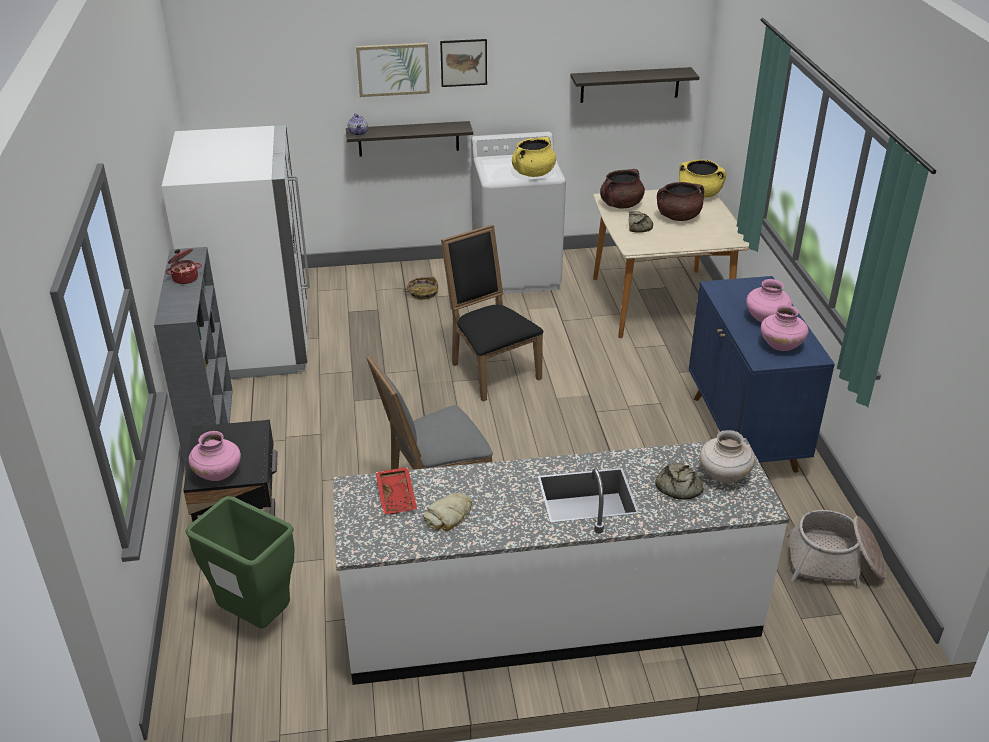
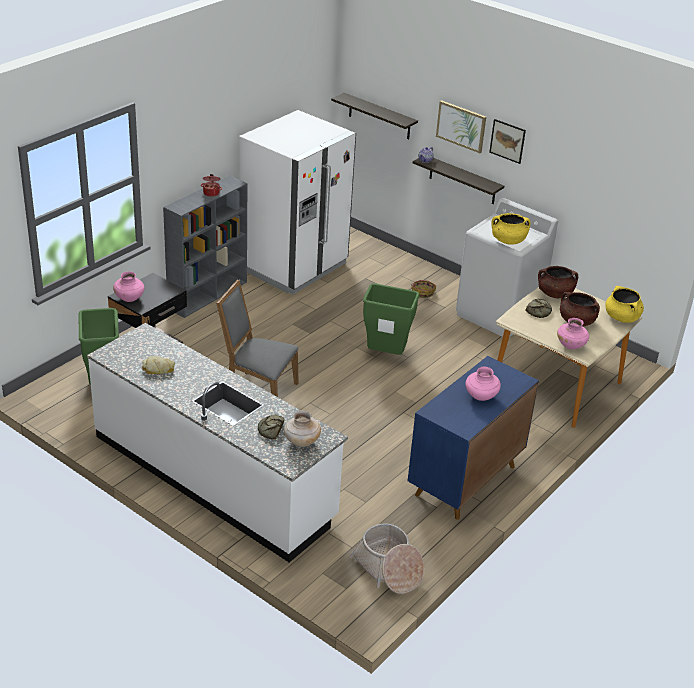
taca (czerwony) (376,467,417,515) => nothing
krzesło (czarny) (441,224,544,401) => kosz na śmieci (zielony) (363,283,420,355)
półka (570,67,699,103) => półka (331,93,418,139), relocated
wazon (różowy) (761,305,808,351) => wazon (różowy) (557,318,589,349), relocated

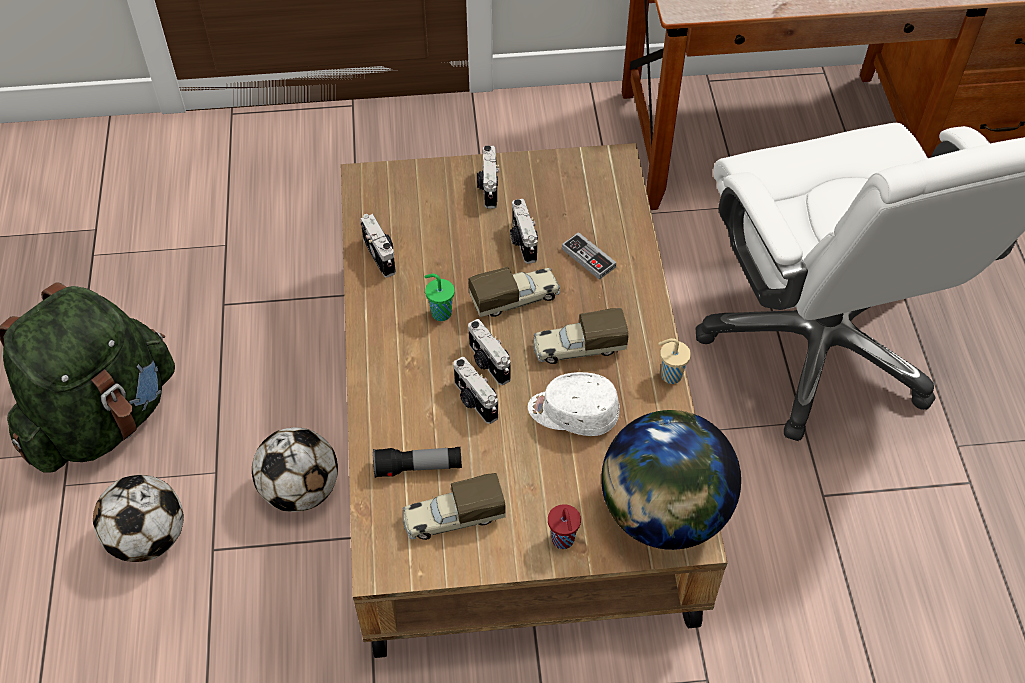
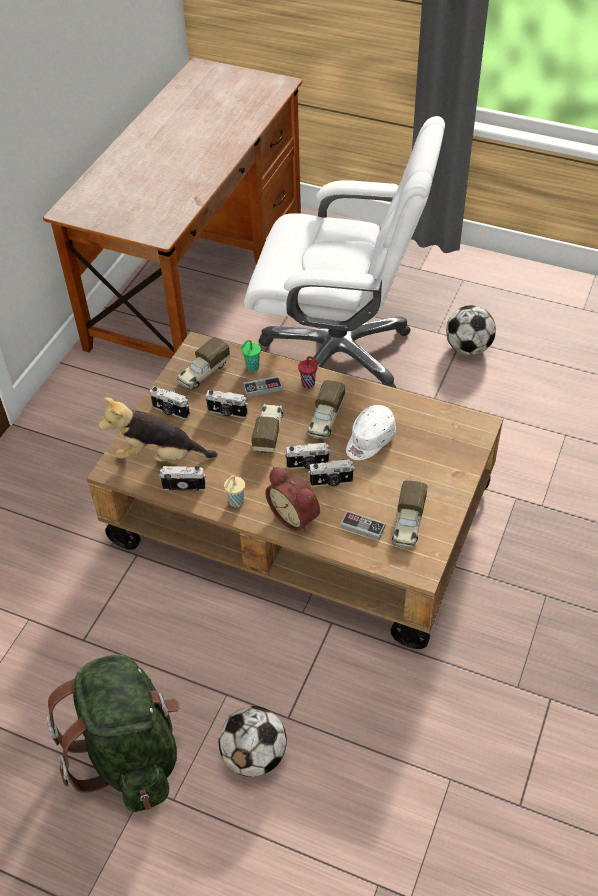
piłka futbolowa (252,427,338,512) => piłka futbolowa (446,305,496,355), relocated
latarka (373,447,462,478) => pad do gier (340,511,385,540)
filiżanka (zielony) (424,274,455,321) => filiżanka (zielony) (241,340,261,372), relocated
filiżanka (czerwony) (548,504,581,549) => filiżanka (czerwony) (298,356,319,389), relocated
globus (601,410,741,550) => nothing
filiżanka (beżowy) (658,338,691,384) => filiżanka (beżowy) (224,475,245,507), relocated
nothing => pluszak (98,397,217,462)
nothing => ciężarówka zabawkowa (177,337,230,389)
nothing => budzik (265,467,320,532)

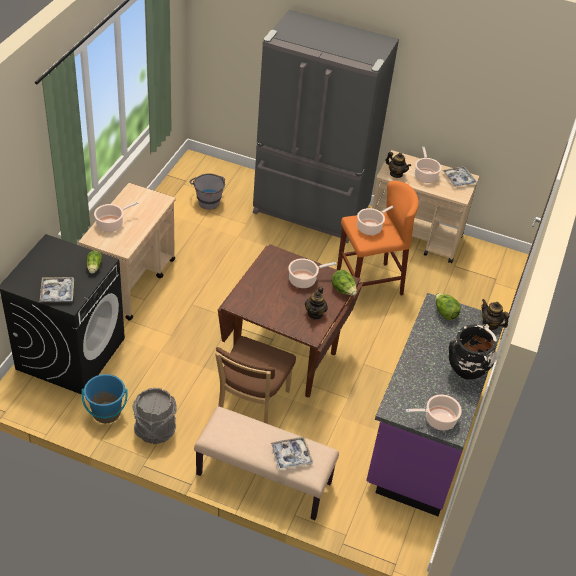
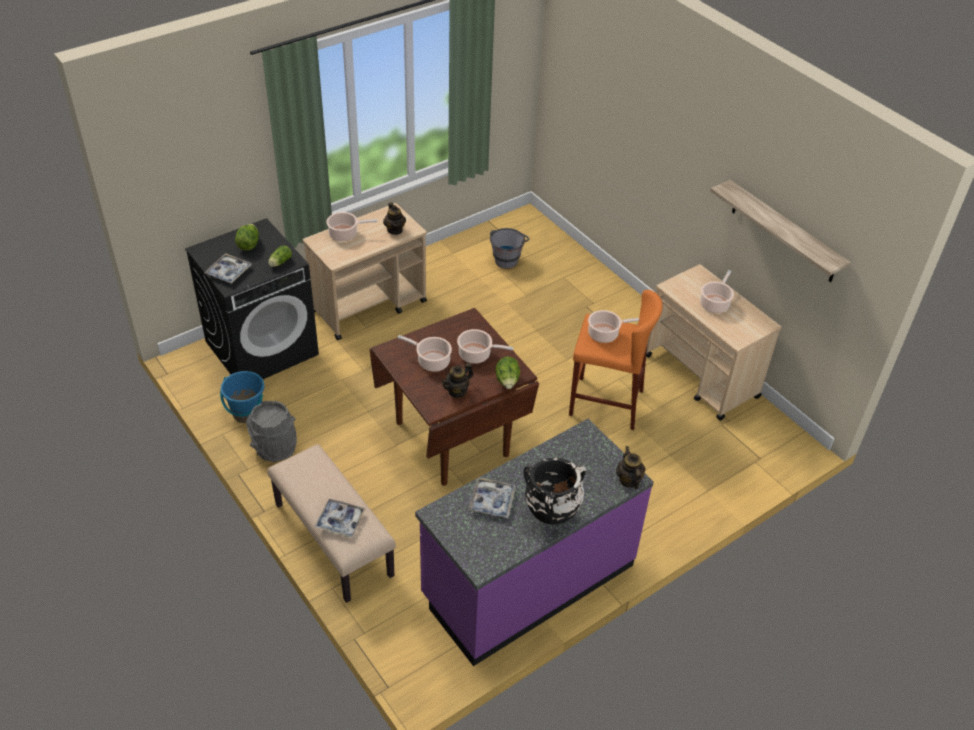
krzesło (brązowy) (215,336,296,424) => nothing
lodówka (szary) (253,10,399,243) => nothing
imbryk (385,152,411,178) => imbryk (383,202,406,235), relocated
garnek (406,395,462,431) => garnek (398,335,452,372), relocated
sałata (436,293,461,320) => sałata (235,224,259,251), relocated
taca (442,166,478,187) => taca (469,477,516,518), relocated
nothing => półka (710,180,851,282)

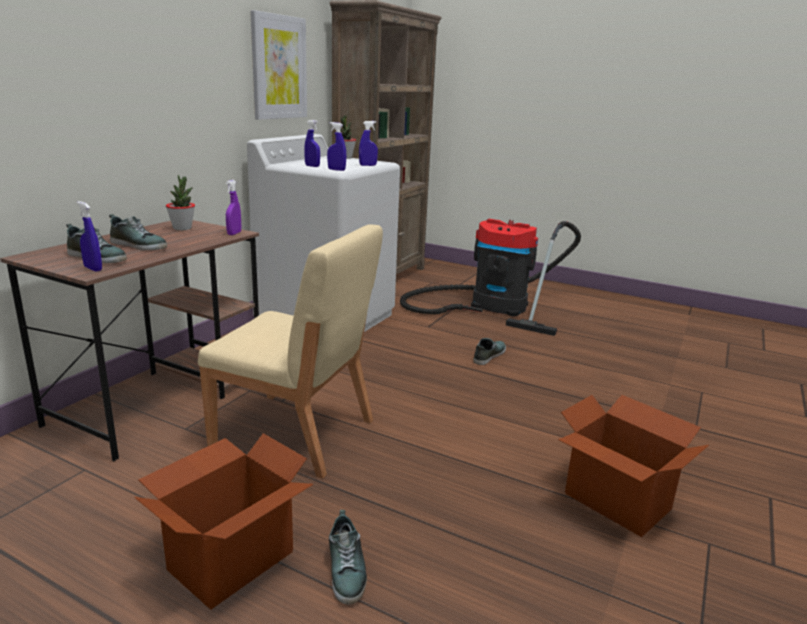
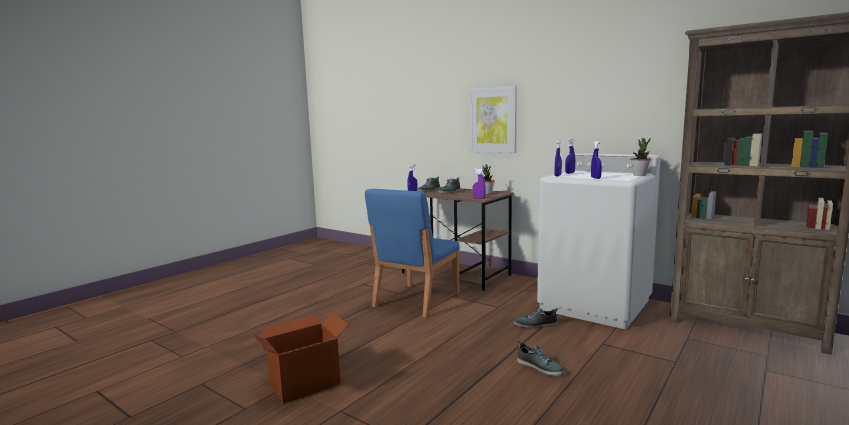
karton (134,433,313,609) => nothing
krzesło (beżowy) (198,224,383,479) => krzesło (niebieski) (365,189,460,318)
obraz (250,10,307,120) => obraz (469,86,517,153), relocated
but (329,510,367,604) => but (514,308,558,329), relocated
odkurzacz (400,219,581,336) => nothing

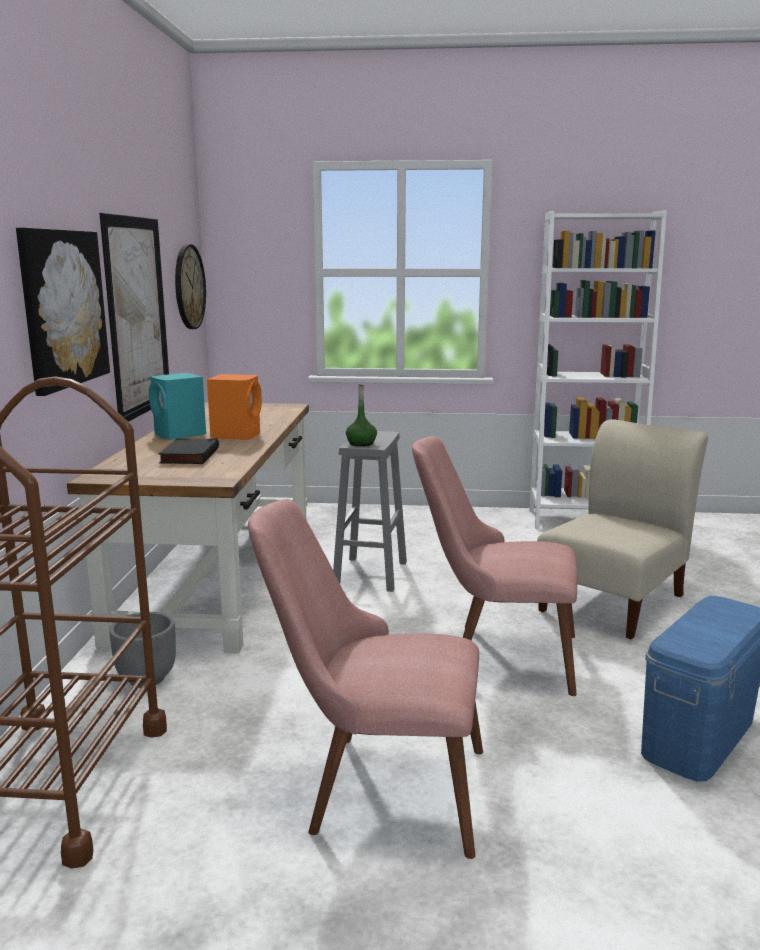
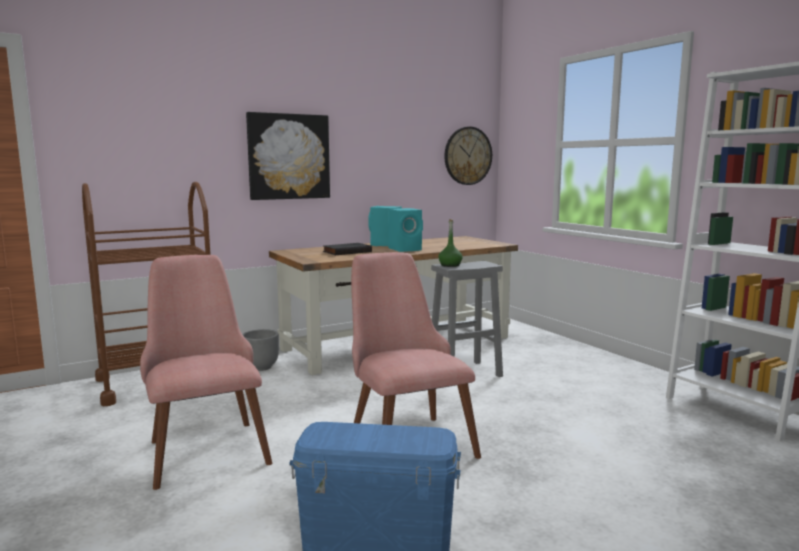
obraz (99,213,169,422) => nothing
głośnik (pomarańczowy) (207,374,262,440) => głośnik (turkusowy) (388,208,423,252)
krzesło (beżowy) (537,419,708,639) => nothing

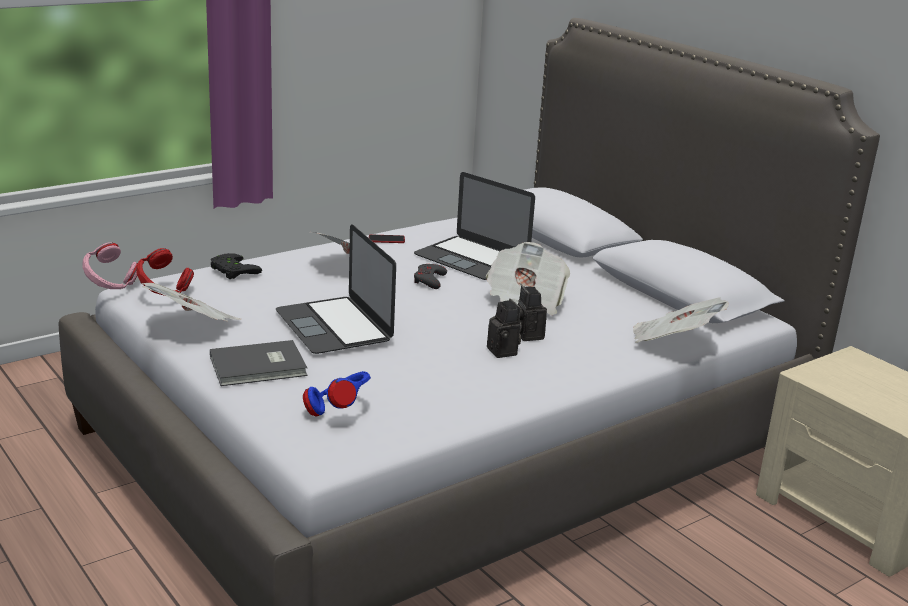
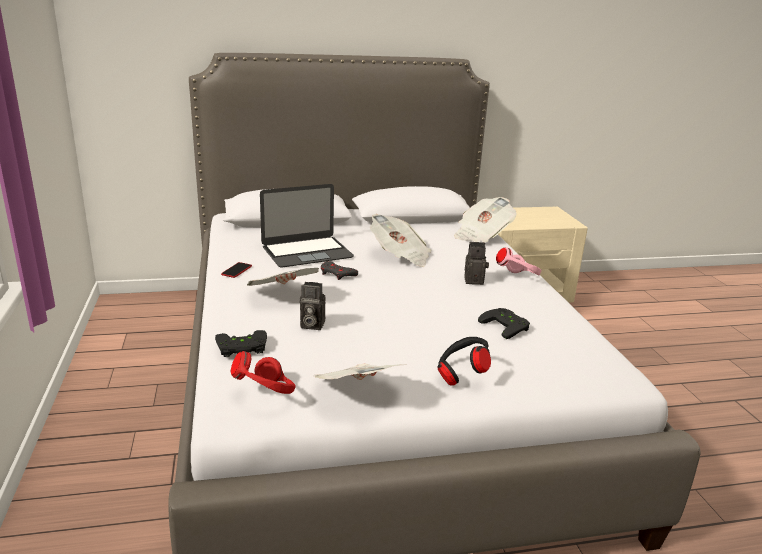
słuchawki (różowy) (82,242,138,289) => słuchawki (różowy) (496,247,542,275), relocated
książka (szary) (210,340,307,386) => słuchawki (czarny) (437,337,491,385)
laptop (276,224,396,354) => nothing
słuchawki (niebieski) (303,371,371,417) => nothing
aparat fotograficzny (518,285,547,341) => aparat fotograficzny (300,282,325,330), relocated
nothing => pad do gier (czarny) (478,308,530,339)

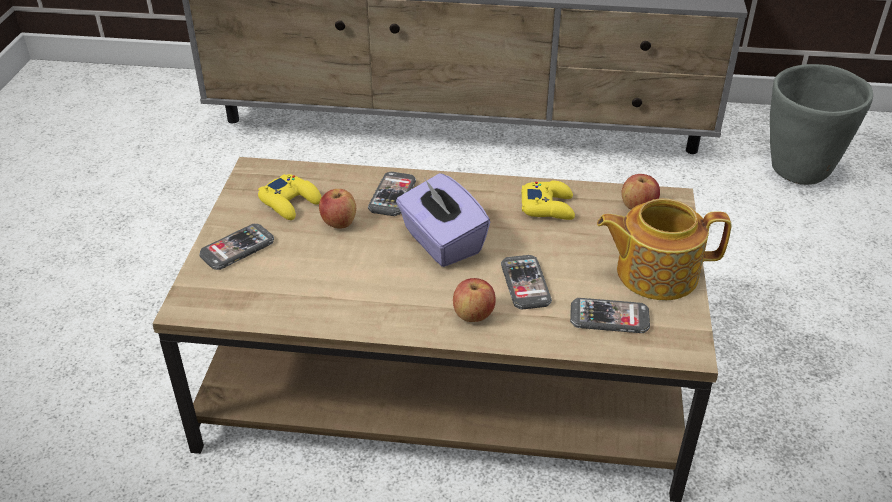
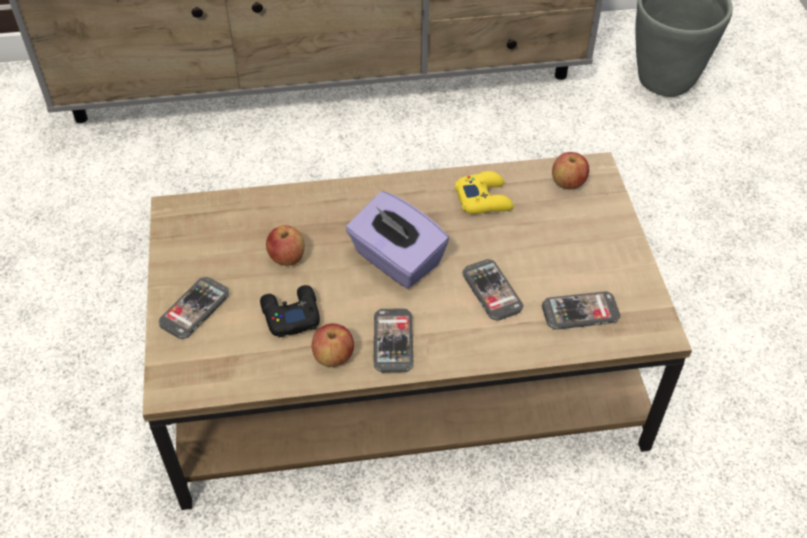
pad do gier (żółty) (258,174,322,220) => nothing
telefon (368,172,416,216) => telefon (373,309,414,373), relocated
jabłko (453,278,496,322) => jabłko (312,324,354,367), relocated
imbryk (597,198,731,301) => nothing
nothing => pad do gier (czarny) (260,285,320,338)

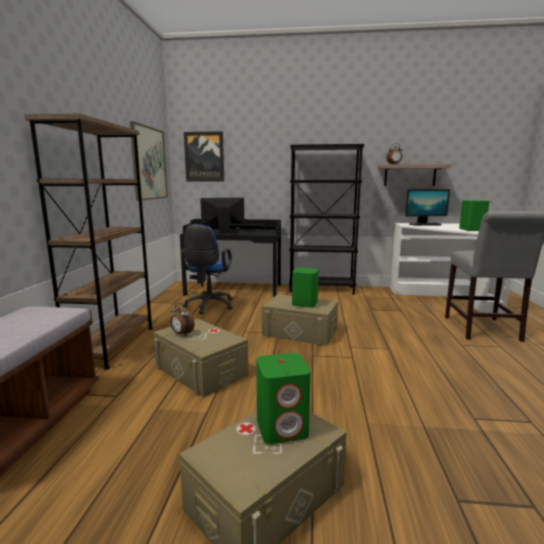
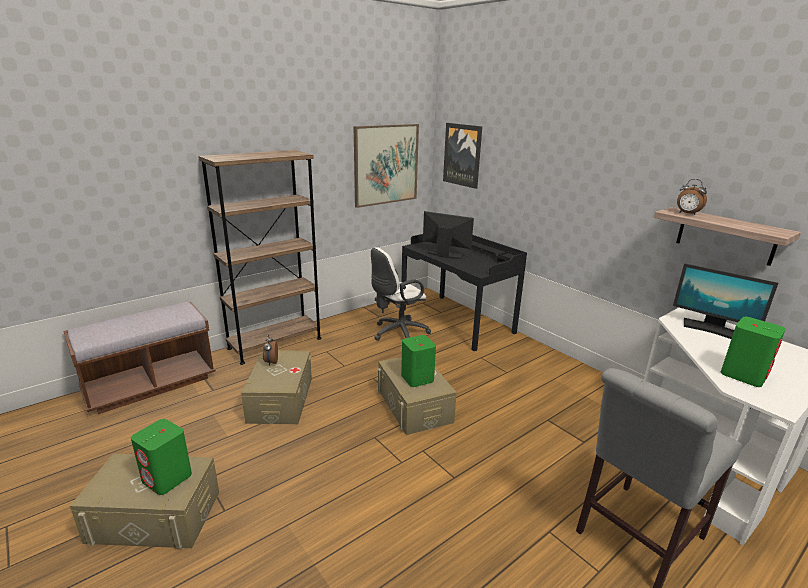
krzesło biurowe (niebieski) (181,224,233,314) => krzesło biurowe (biały) (371,247,431,341)
regał (czarny) (289,144,364,294) => nothing

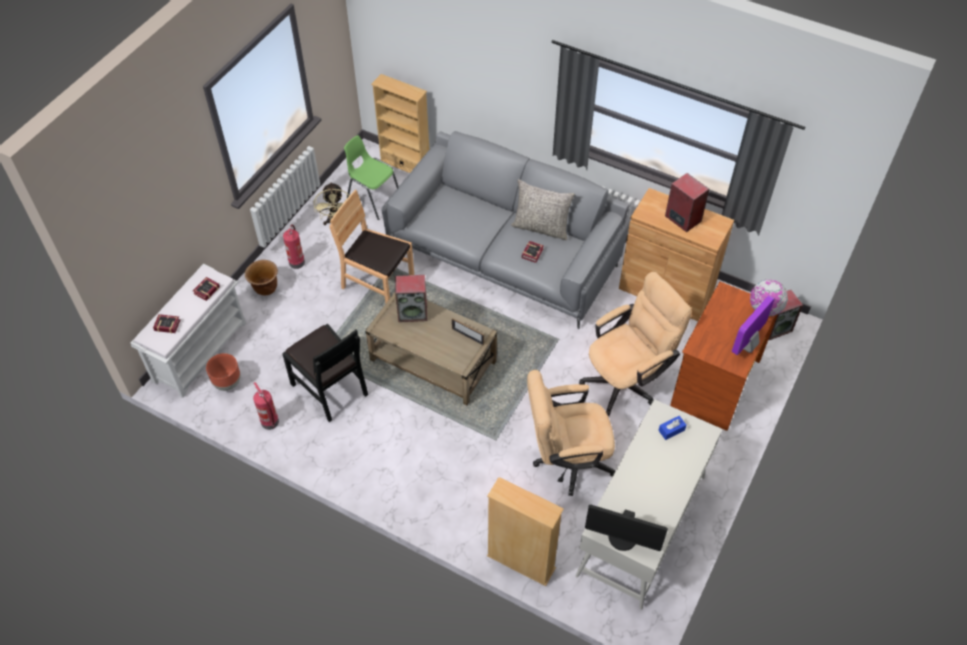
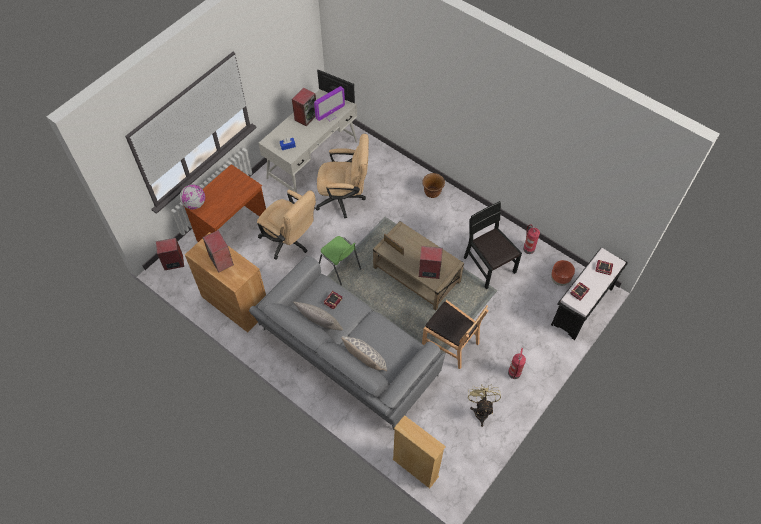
ławka (biały) (131,264,246,398) => ławka (czarny) (551,248,628,340)
donica (brązowy) (245,260,278,296) => donica (brązowy) (422,173,445,198), relocated
krzesło (zielony) (344,135,399,220) => krzesło (zielony) (319,236,361,286), relocated
regał (beżowy) (487,477,564,586) => nothing
krzesło biurowe (beżowy) (579,272,692,416) => krzesło biurowe (beżowy) (257,190,316,260), 120 degrees counterclockwise
monitor (732,295,775,355) => monitor (314,86,345,121), relocated
nothing => głośnik (292,87,316,126)
nothing => poduszka (341,336,387,372)

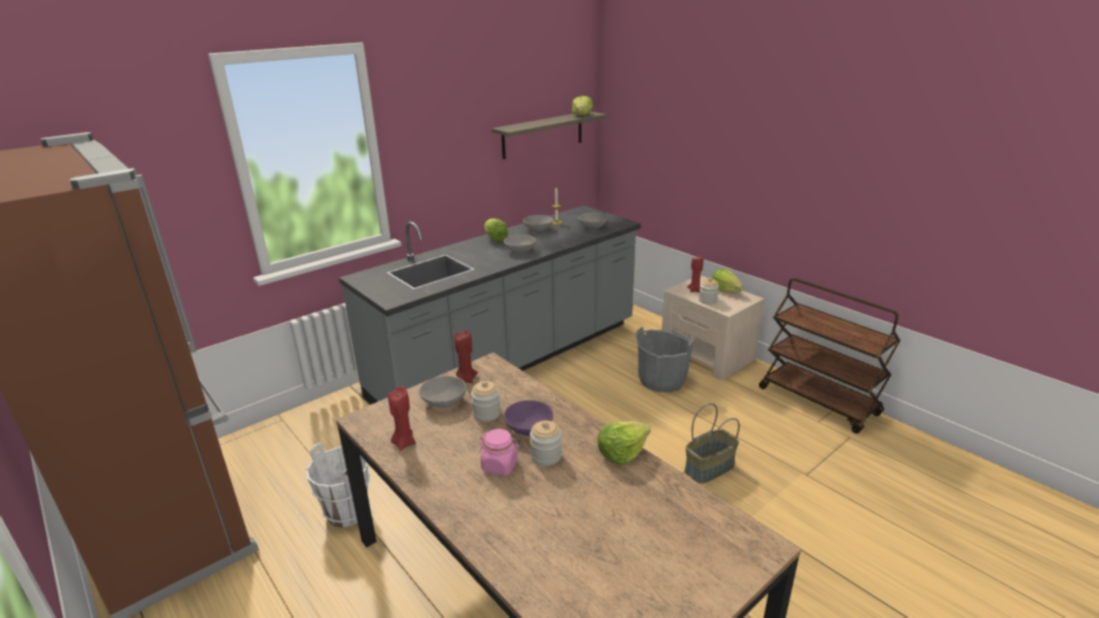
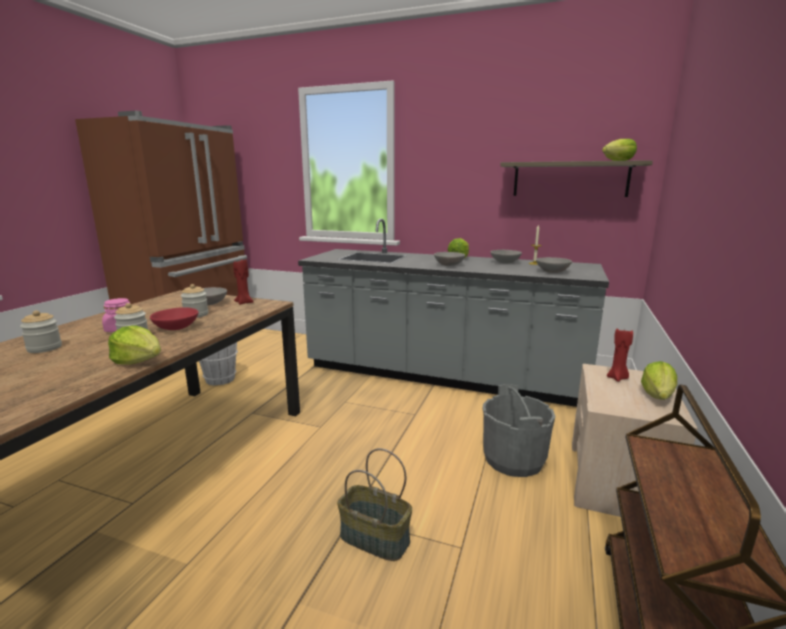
świeca (czerwony) (388,386,416,451) => nothing
miska (fioletowy) (504,400,553,436) => miska (czerwony) (150,307,199,330)
słoik (699,278,719,304) => słoik (20,310,62,353), relocated

